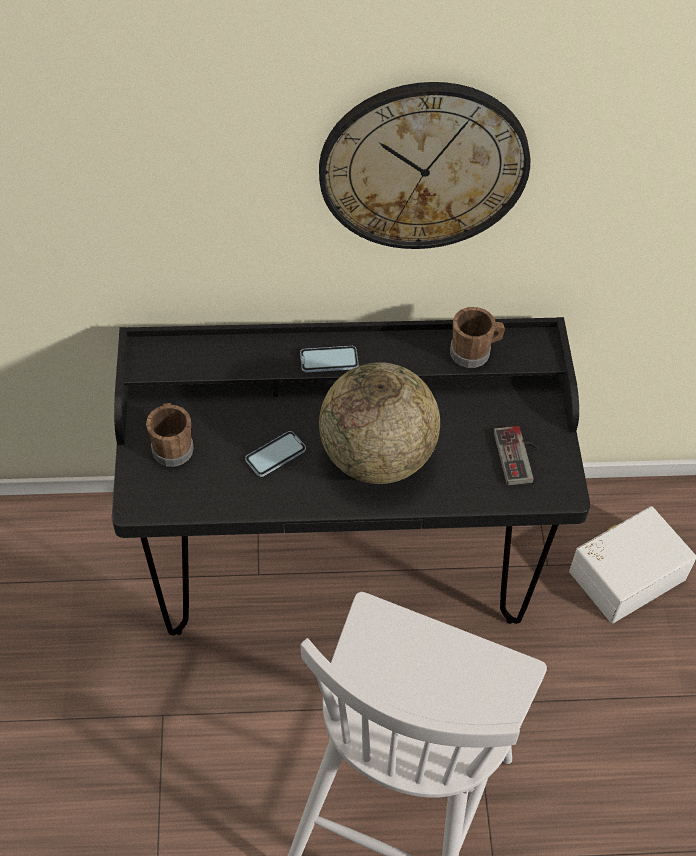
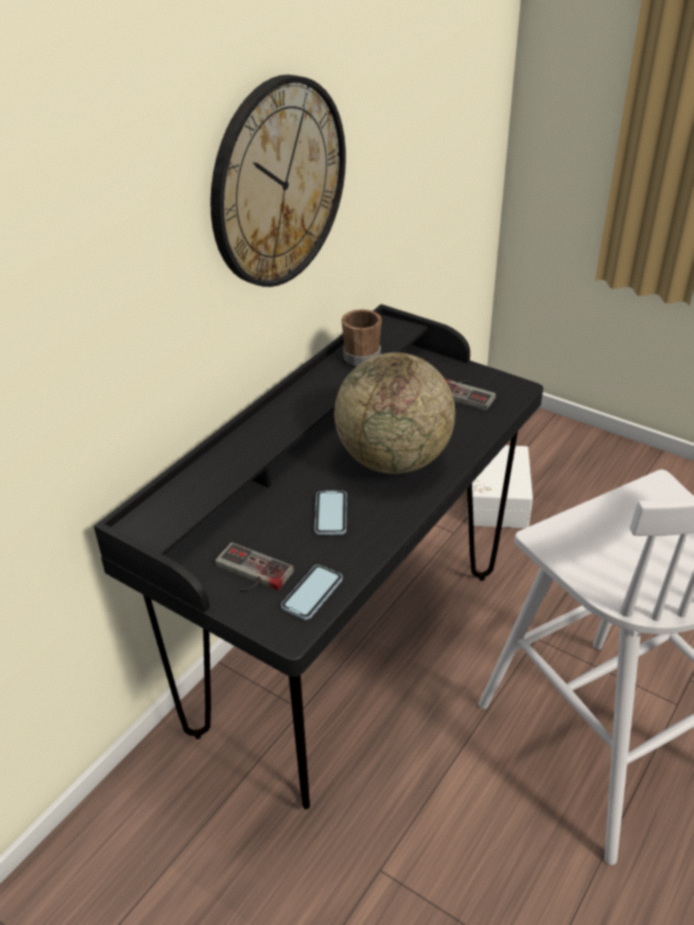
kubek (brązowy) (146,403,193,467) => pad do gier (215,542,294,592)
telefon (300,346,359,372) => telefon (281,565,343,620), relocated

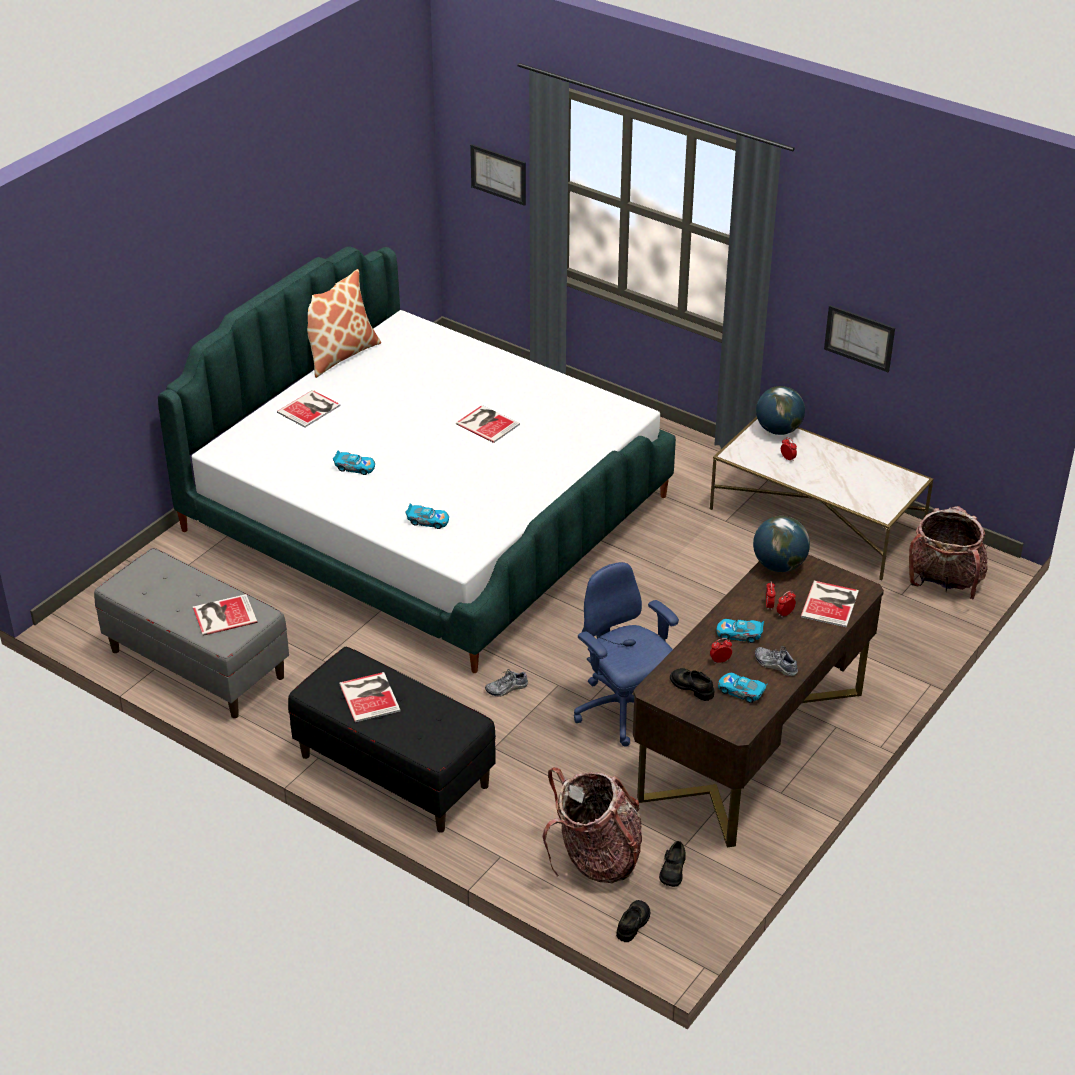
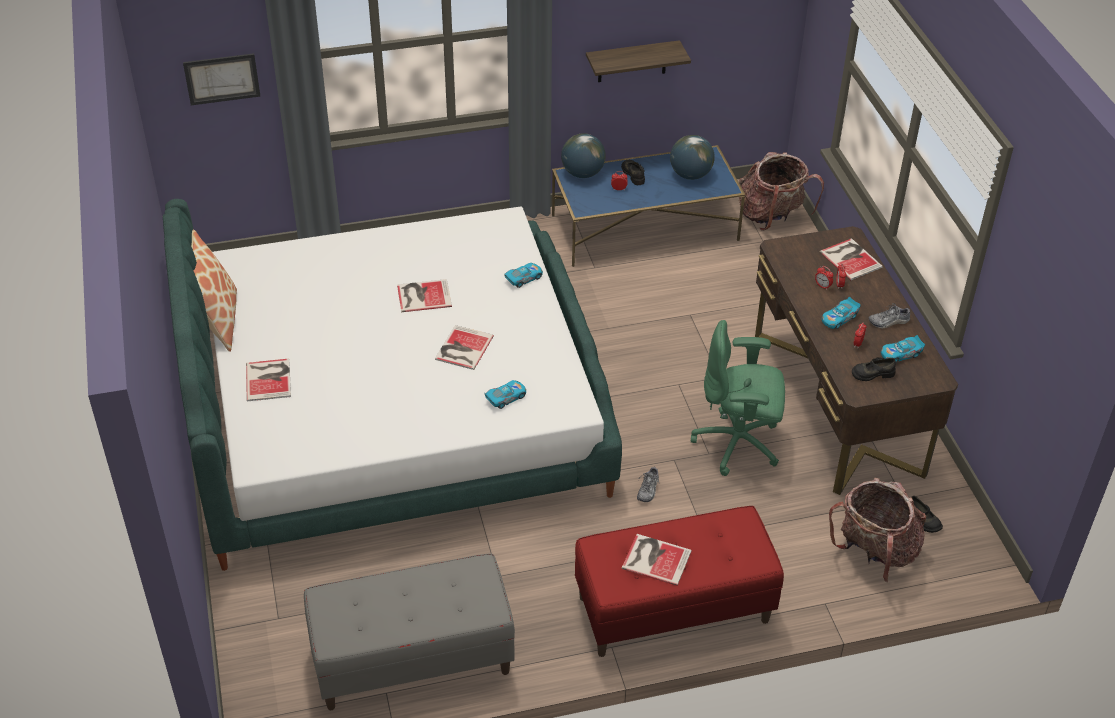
książka (193,594,257,636) => książka (435,325,494,370), relocated
ławka (czarny) (288,647,496,833) => ławka (czerwony) (575,506,784,657)
samochodzik (333,450,375,475) => samochodzik (504,263,543,288), relocated
krzesło biurowe (niebieski) (574,562,679,747) => krzesło biurowe (zielony) (691,320,785,476)
but (czarny) (616,900,650,942) => but (czarny) (621,160,645,185), relocated
ława (biały) (710,416,933,581) => ława (niebieski) (552,145,745,267)
globus (753,516,810,572) => globus (670,135,715,180), relocated
obraz (824,305,895,372) => półka (586,40,691,82)

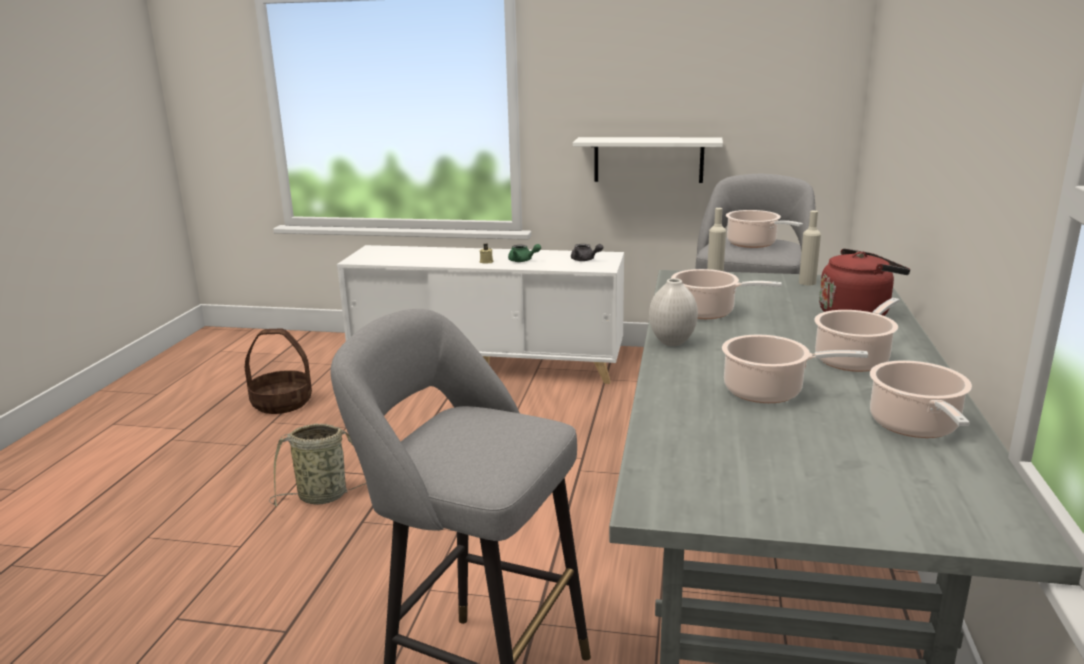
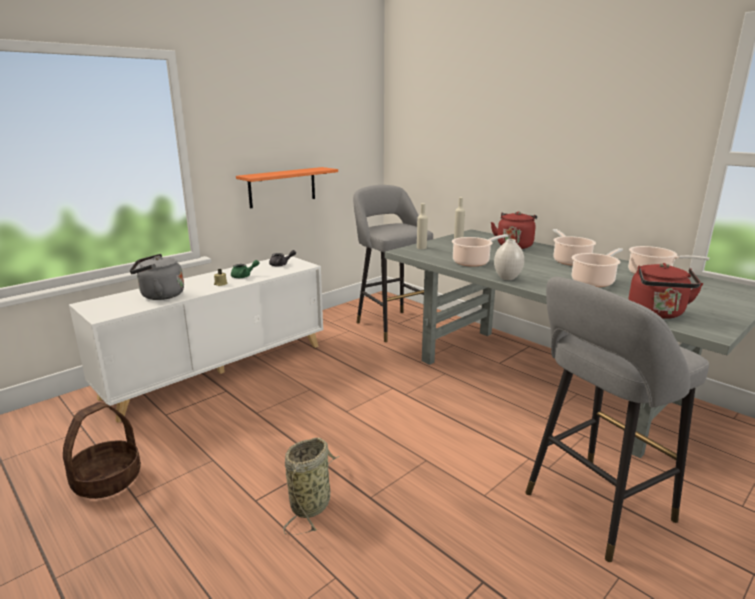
półka (biały) (573,137,723,183) => półka (pomarańczowy) (236,167,338,208)
garnek (726,210,803,248) => nothing
nothing => czajnik (szary) (130,254,184,300)
nothing => czajnik (czerwony) (629,263,703,319)

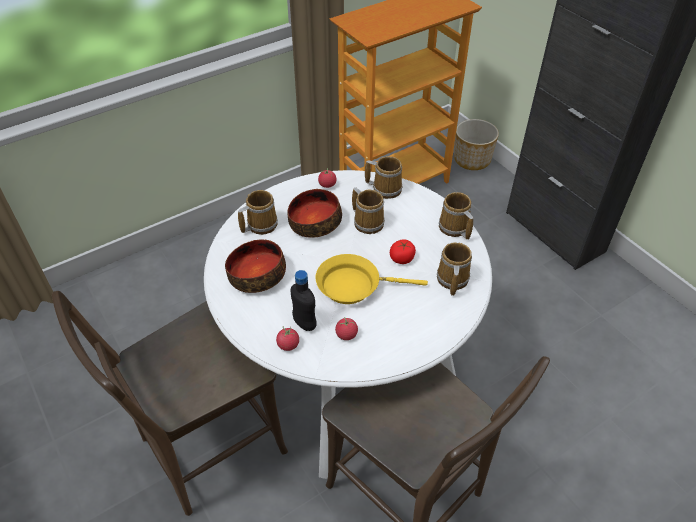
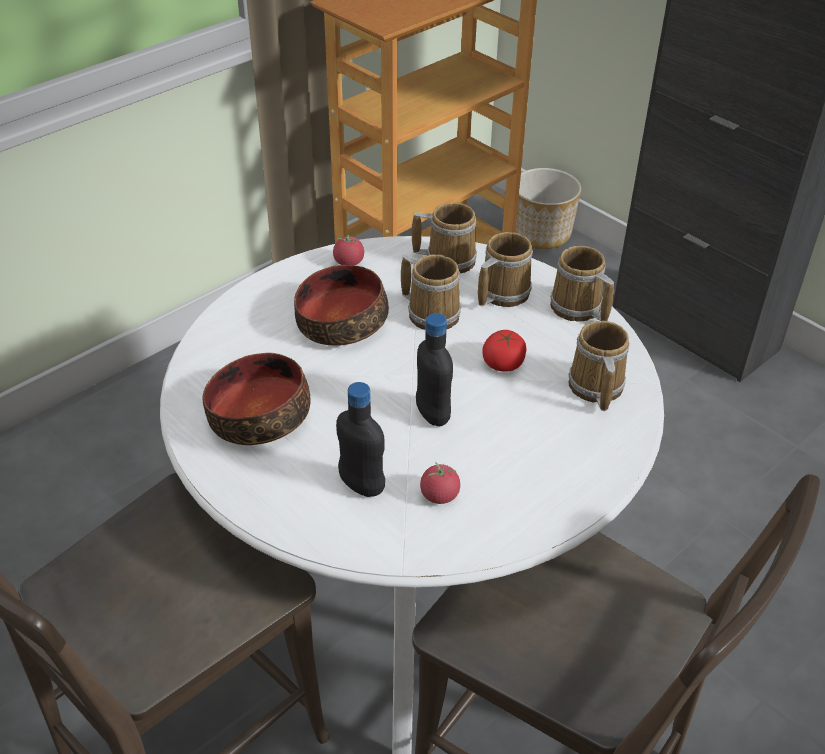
kubek (238,190,278,235) => kubek (478,232,533,307), relocated
pomidor (276,327,299,351) => nothing
patelnia (żółty) (316,254,428,304) => butelka (czarny) (416,313,453,426)

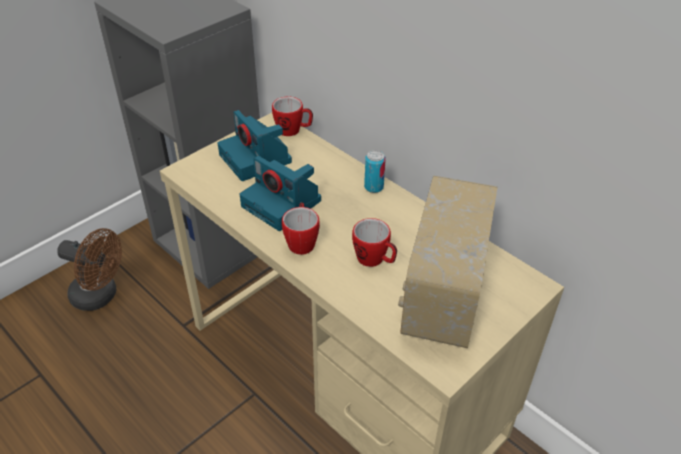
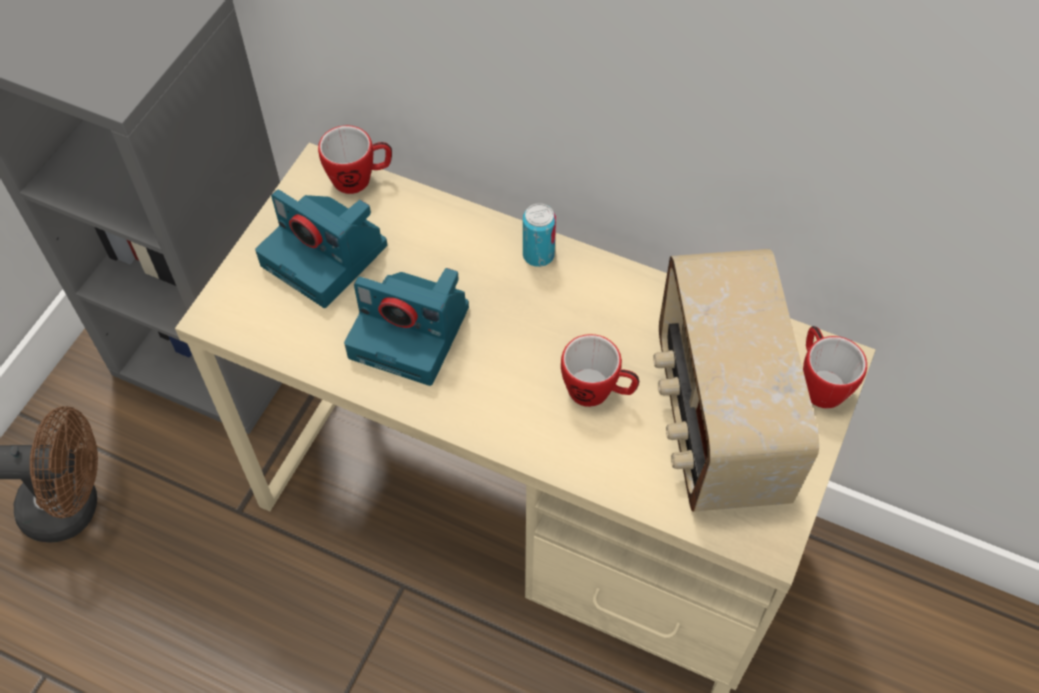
kubek (282,202,320,255) => kubek (803,326,867,409), relocated

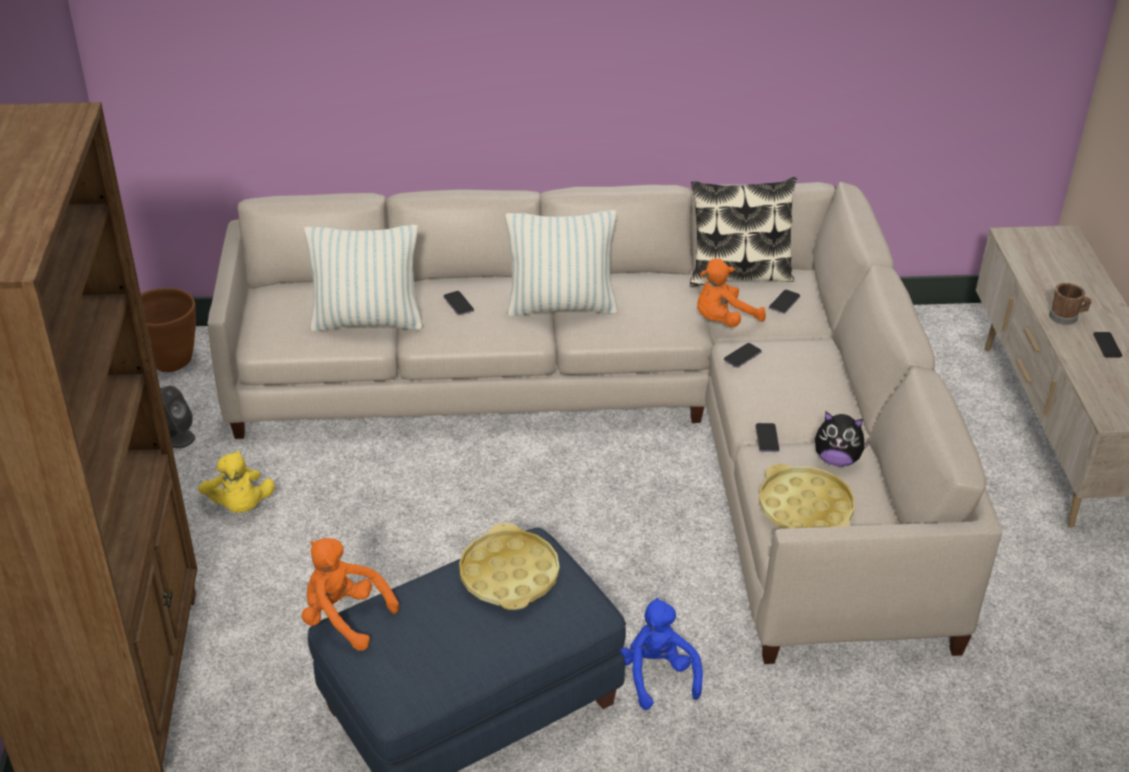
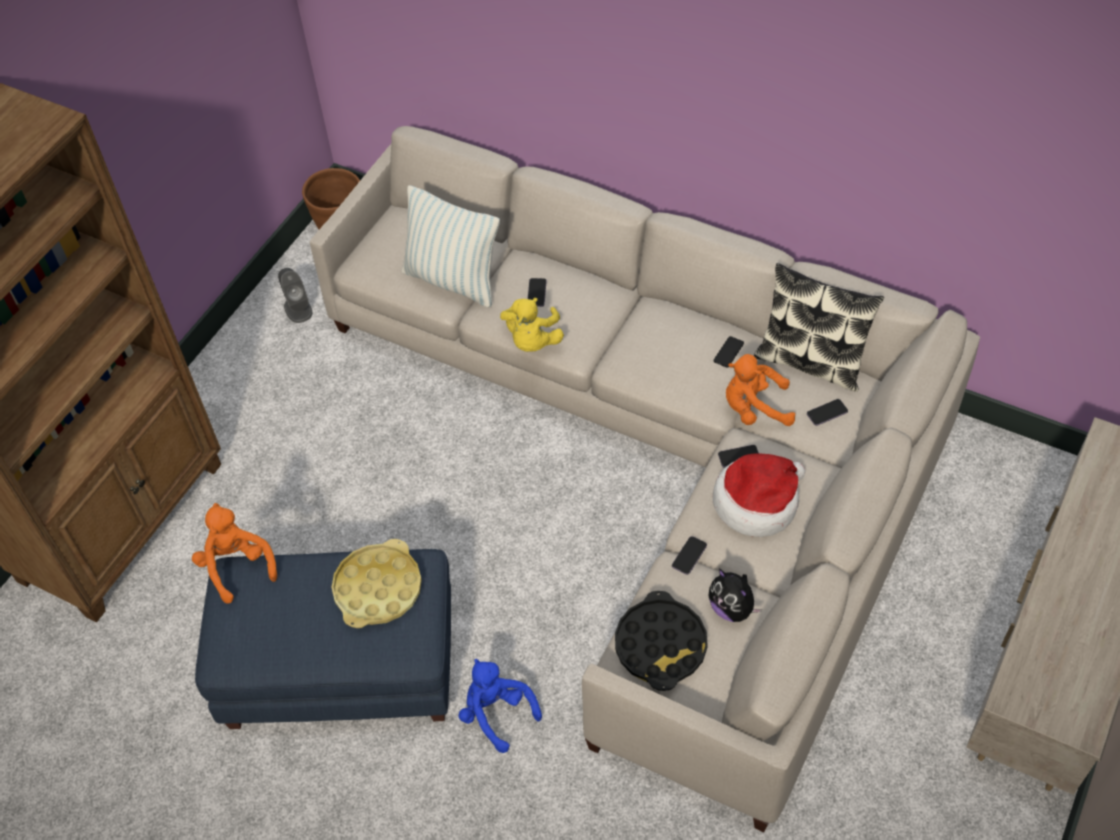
pluszak (żółty) (198,451,275,513) => pluszak (żółty) (500,298,564,352), relocated
poduszka (505,210,617,317) => nothing
pluszak (niebieski) (620,598,703,710) => pluszak (niebieski) (458,659,542,753), 60 degrees counterclockwise
taca (żółty) (759,464,855,529) => taca (czarny) (615,591,708,691)
kubek (brązowy) (1049,283,1091,325) => nothing
telefon (1093,332,1122,357) => telefon (714,336,744,368), relocated
nothing => kapelusz (713,453,805,537)

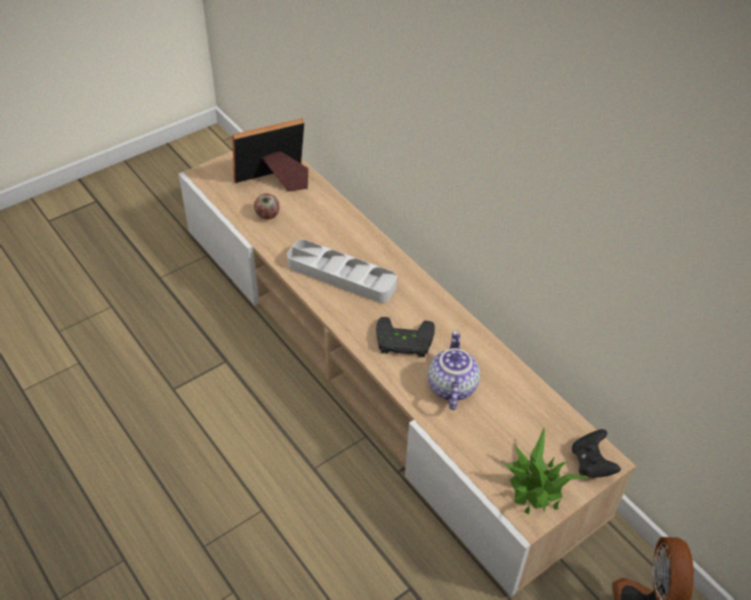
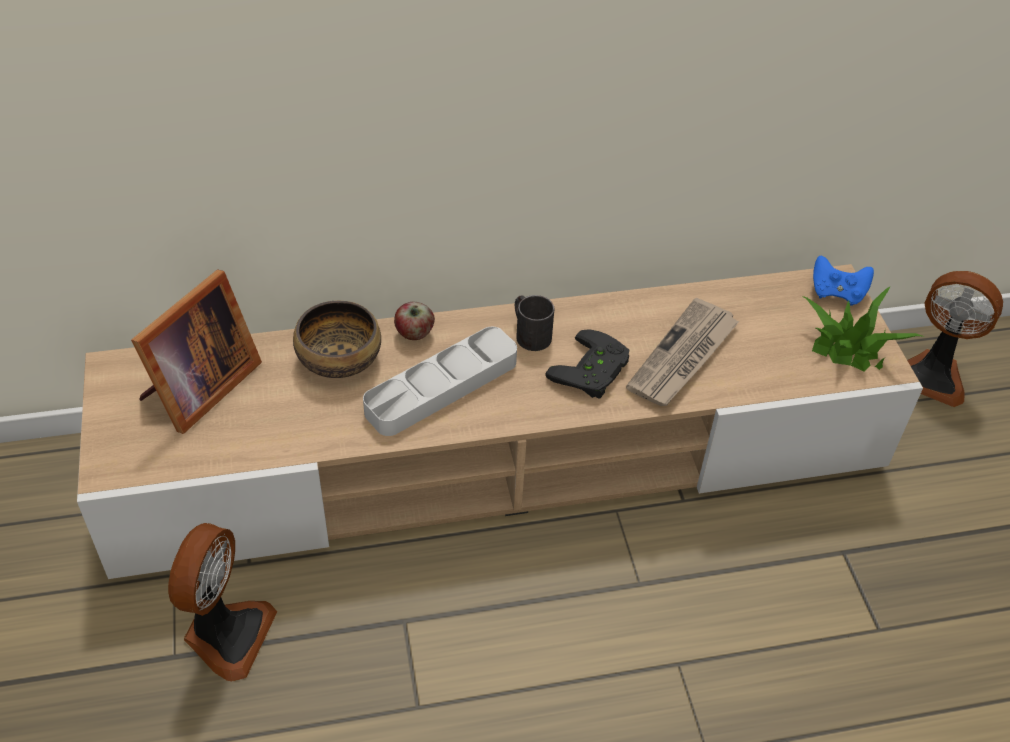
ramka na zdjęcie (232,118,308,192) => ramka na zdjęcie (131,269,262,434), 150 degrees counterclockwise
jabłko (254,193,280,220) => jabłko (394,302,435,340), relocated
imbryk (428,331,480,410) => gazeta (626,298,739,406)
pad do gier (czarny) (572,429,621,478) => pad do gier (niebieski) (813,256,874,306)
nothing => wentylator (168,523,277,681)
nothing => miska (293,301,381,378)
nothing => kubek (czarny) (515,295,554,351)

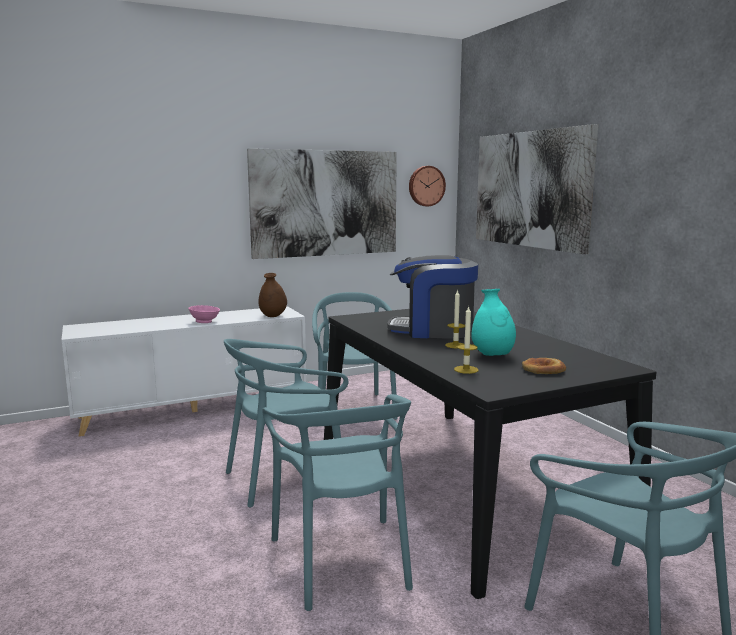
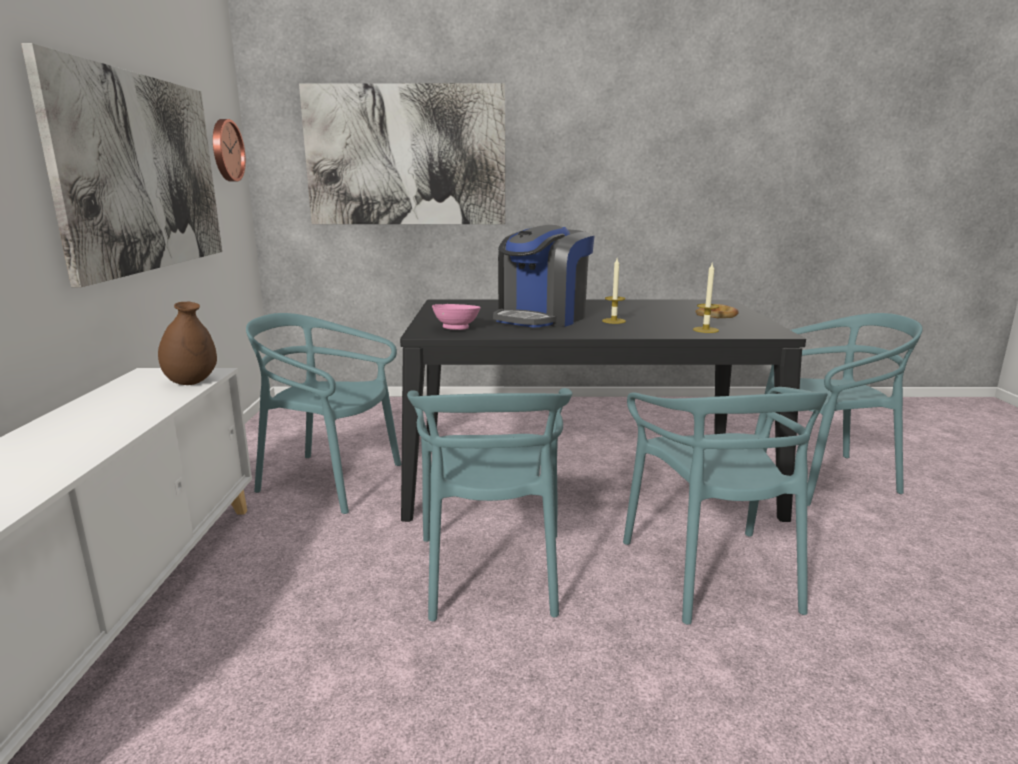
miska (różowy) (188,305,220,323) => miska (różowy) (432,304,481,330), relocated
krzesło (turkusowy) (262,394,413,611) => krzesło (turkusowy) (623,387,828,625), 75 degrees clockwise
wazon (turkusowy) (471,289,516,356) => nothing

